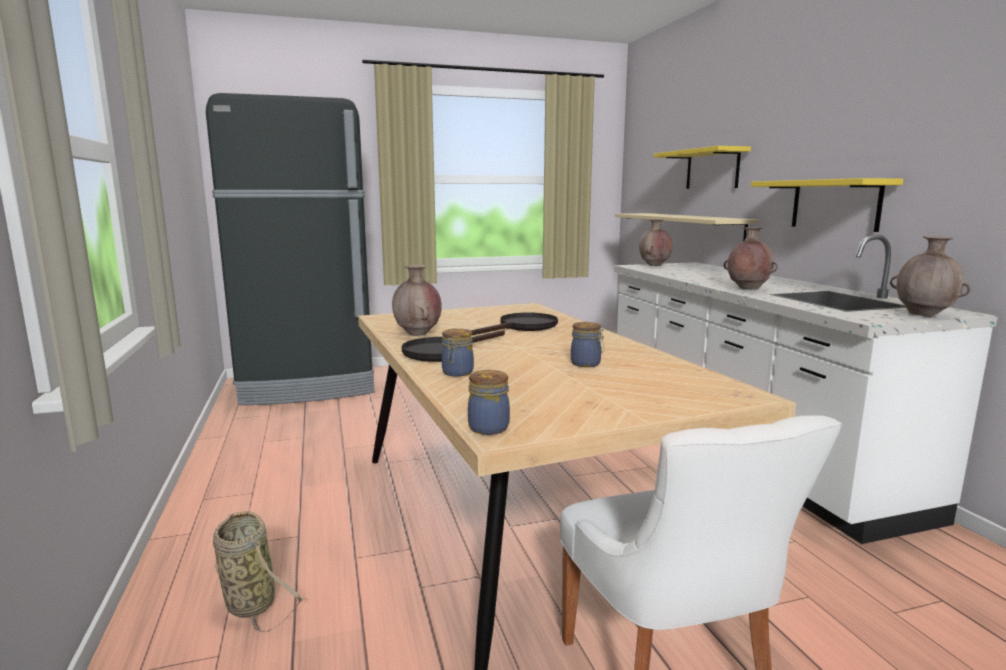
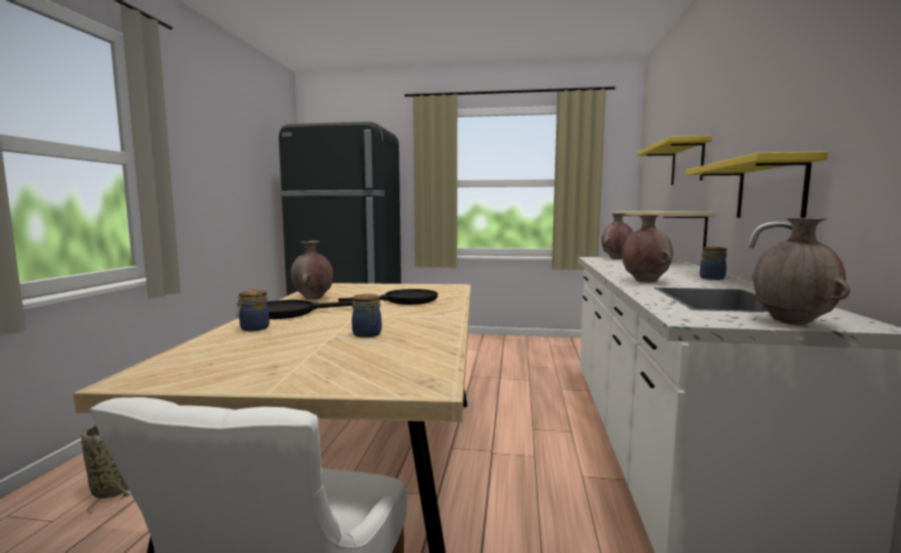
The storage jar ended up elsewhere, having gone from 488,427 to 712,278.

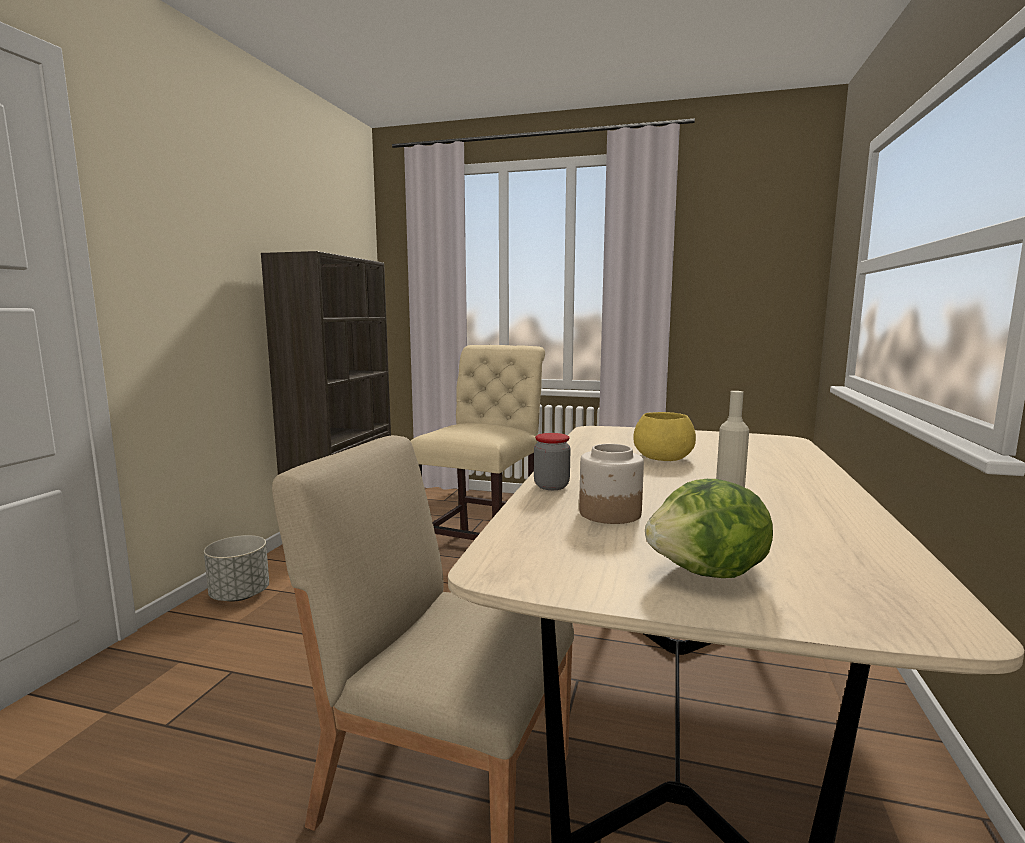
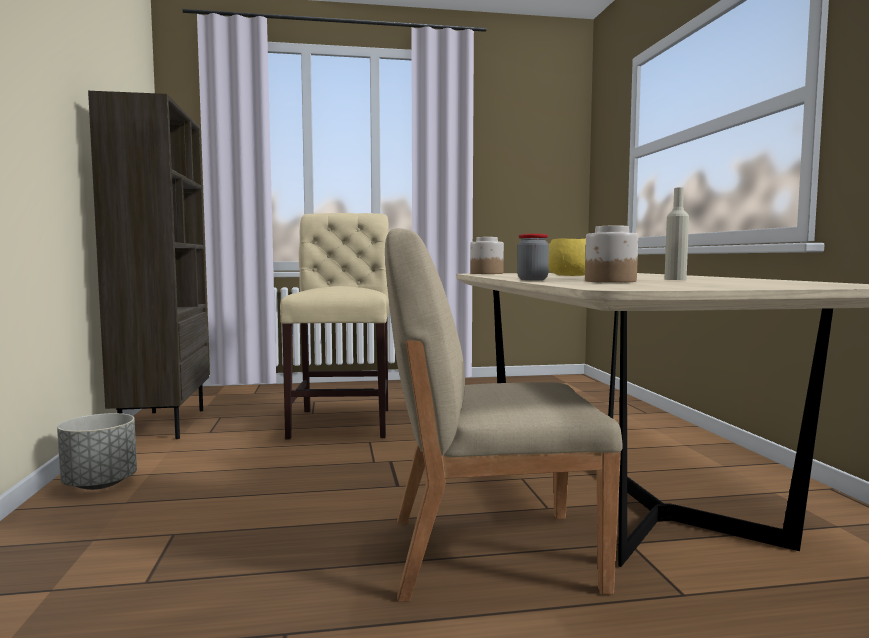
The second view gained the storage jar at 486,273. The second view lost the lettuce head at 709,574.

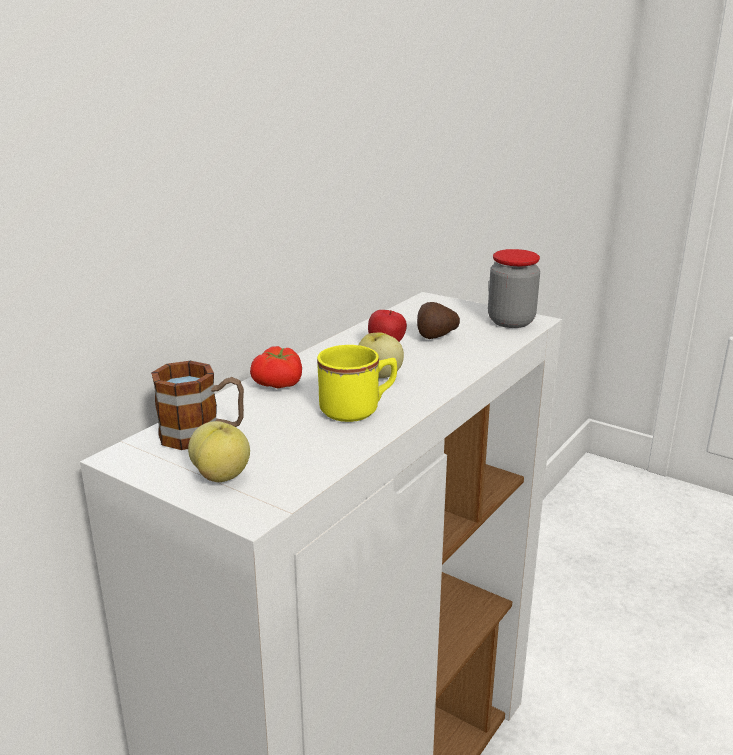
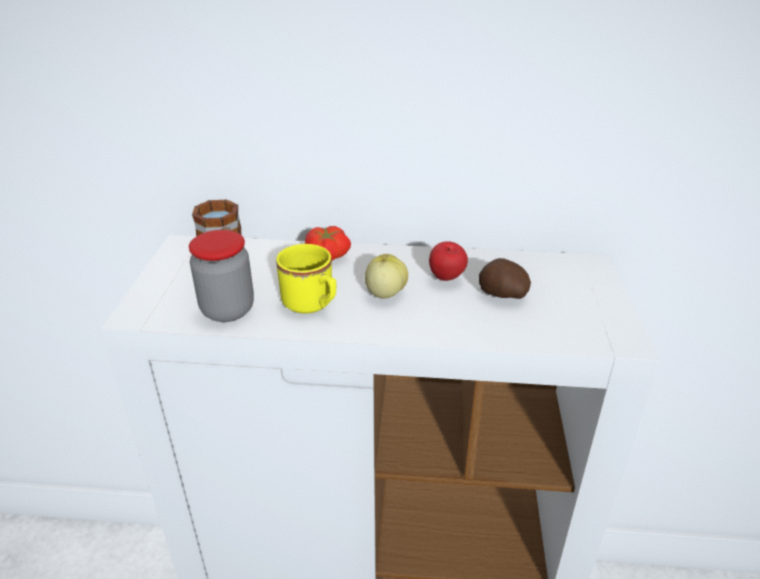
The storage jar ended up elsewhere, having gone from 511,321 to 227,310. The second view lost the apple fruit at 221,476.

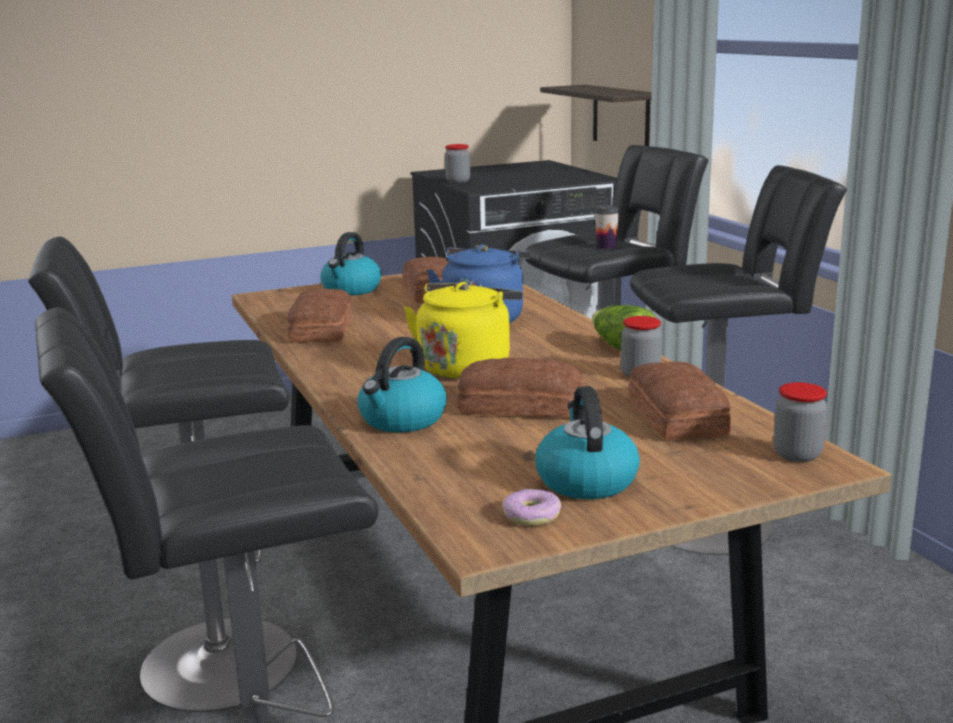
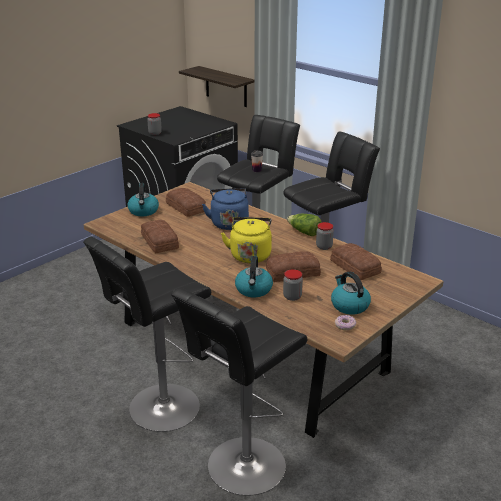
The storage jar ended up elsewhere, having gone from 797,454 to 292,296.

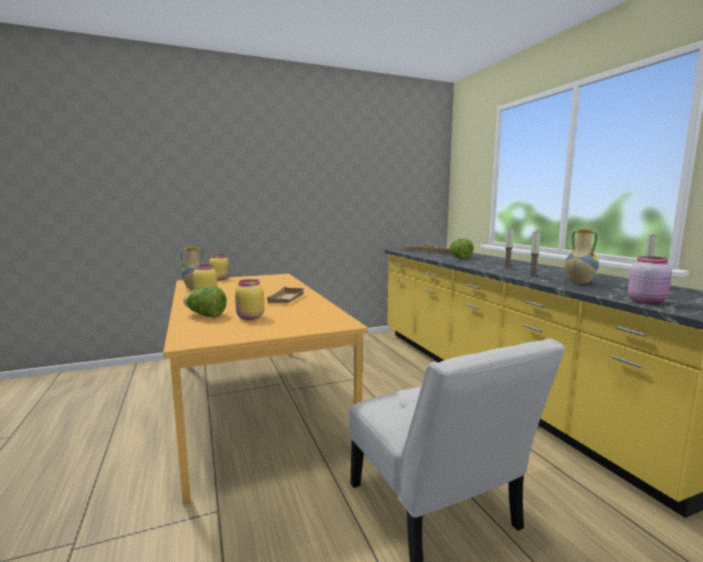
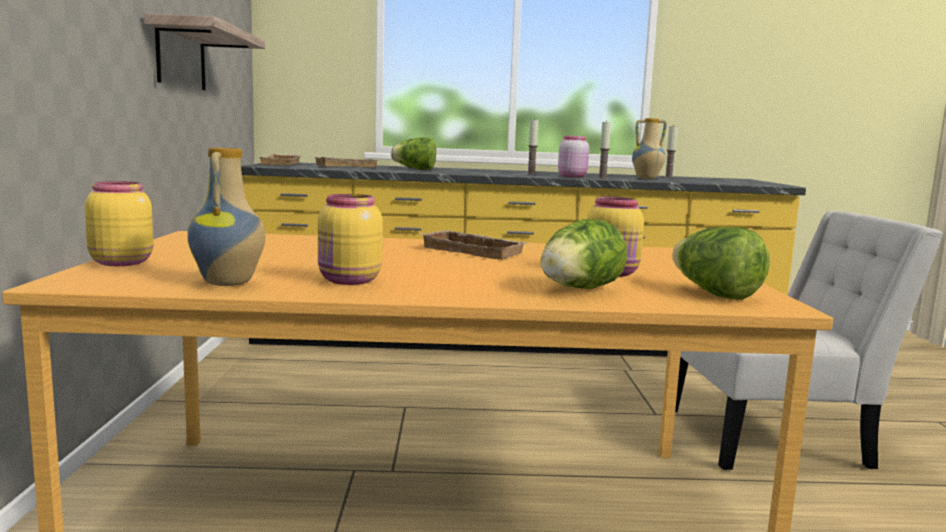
The second view gained the bracket shelf at 181,57. The pink storage jar ended up elsewhere, having gone from 647,301 to 572,176. The second view gained the lettuce head at 714,294.

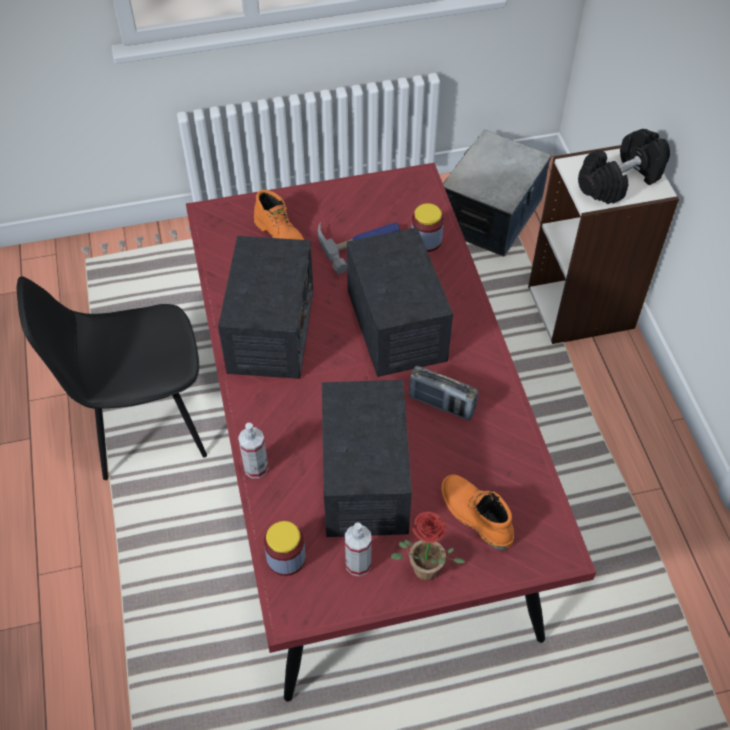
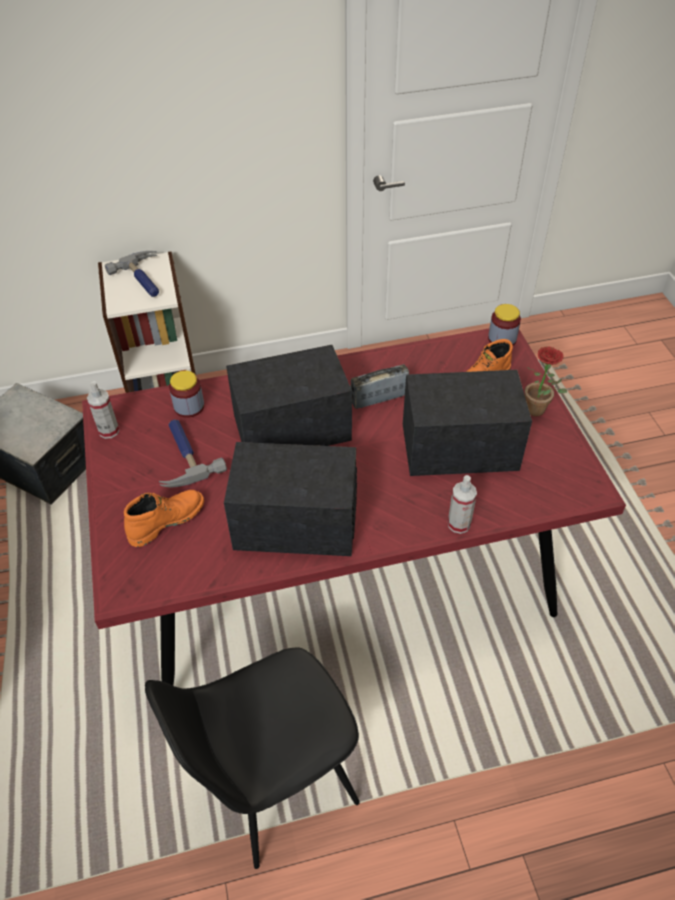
The sprayer ended up elsewhere, having gone from 358,564 to 109,431. Where the black dumbbell stood at 620,181, the hammer came to stand at 144,279. The black upright chair at 142,422 ended up facing another way, 75 degrees clockwise from before. The radio set at 441,404 ended up facing another way, 135 degrees counterclockwise from before. The storage jar ended up elsewhere, having gone from 286,558 to 502,339.

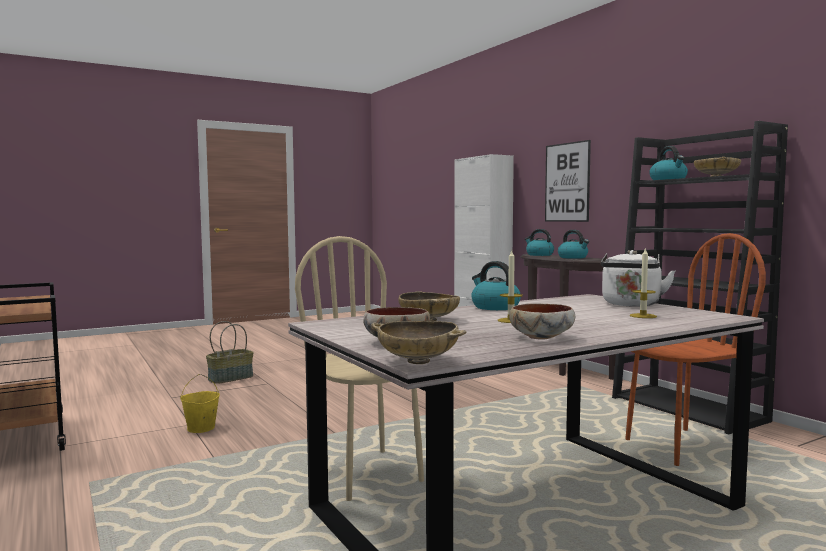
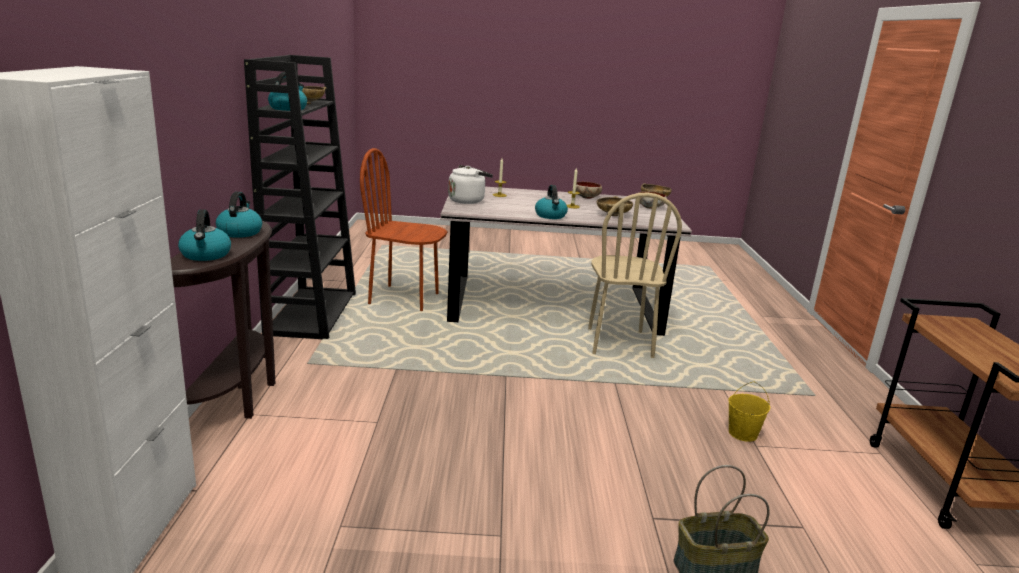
The second view lost the wall art at 567,182.

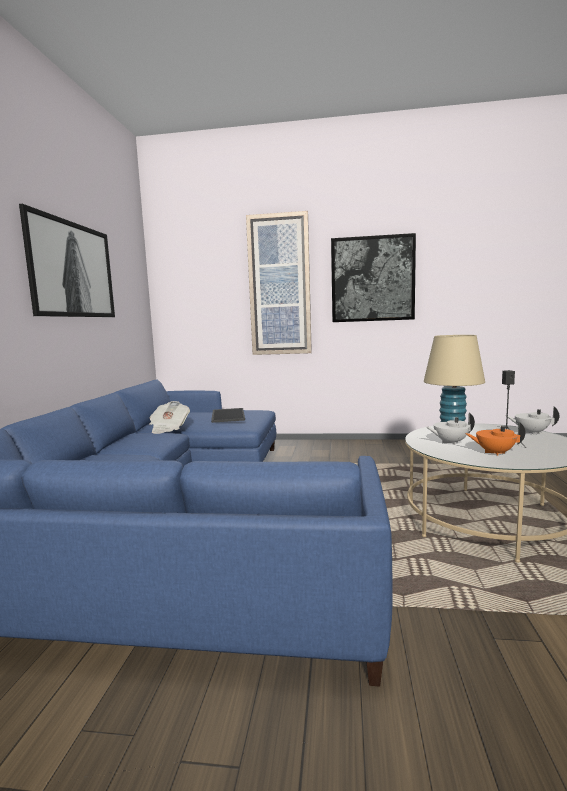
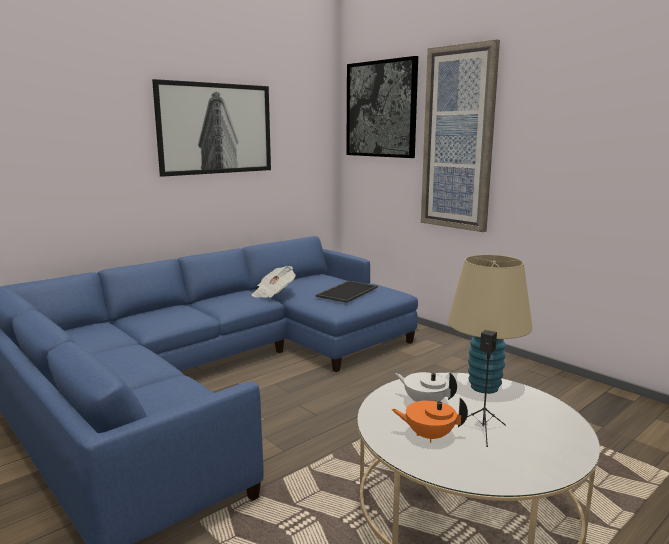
The wall art ended up elsewhere, having gone from 372,279 to 381,109. The orange tea pot at 494,453 ended up facing another way, 45 degrees counterclockwise from before. The second view lost the white tea pot at 531,432.

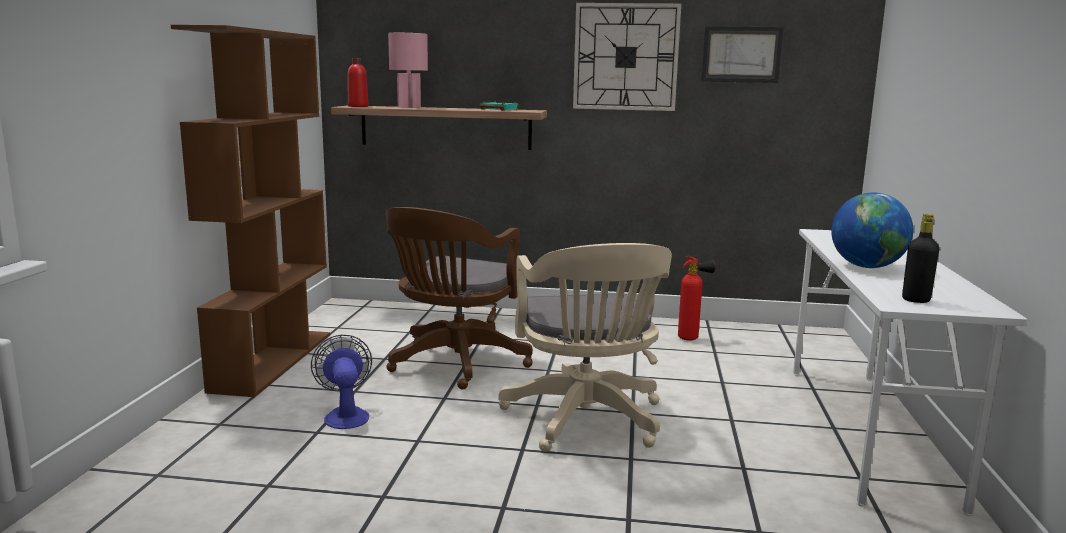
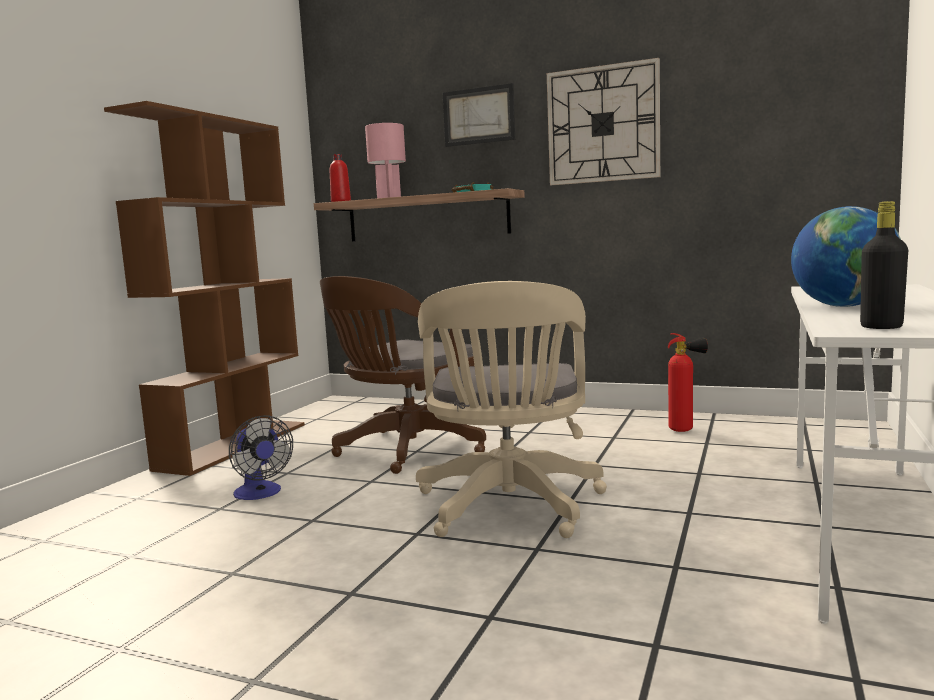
The electric fan at 345,415 ended up facing another way, 150 degrees clockwise from before. The wall art ended up elsewhere, having gone from 741,54 to 479,116.

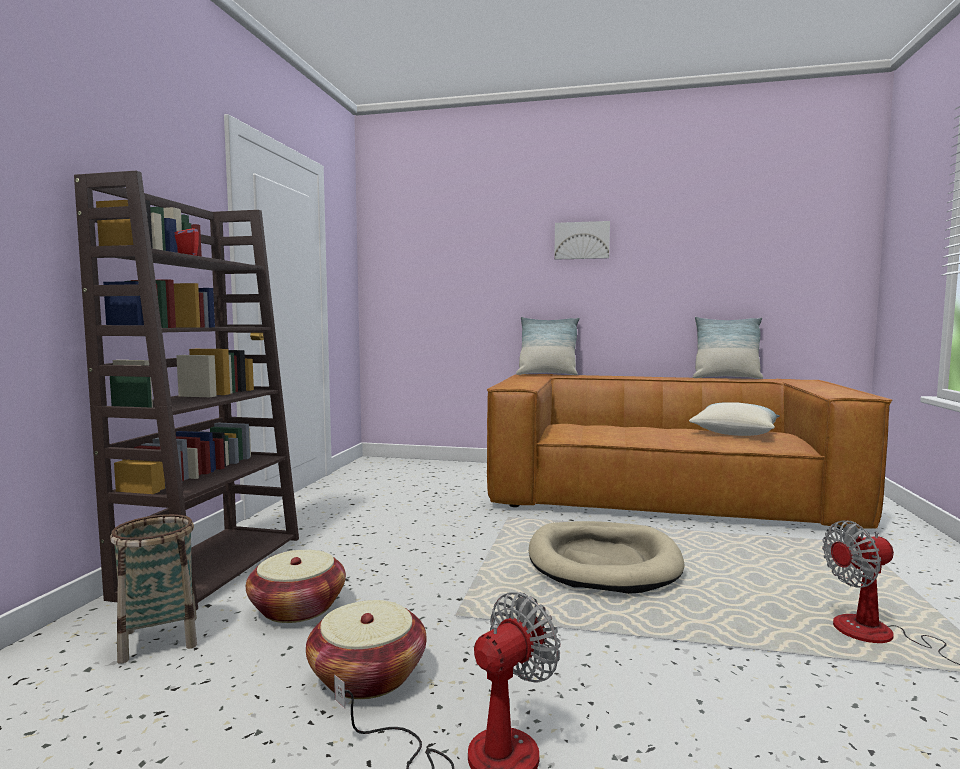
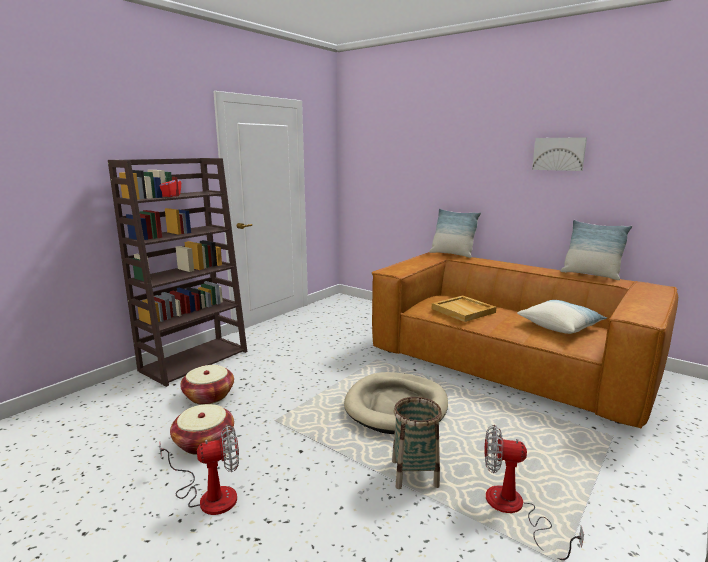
The storage basket ended up elsewhere, having gone from 159,639 to 415,474. The second view gained the beige tray at 464,310. The wall art ended up elsewhere, having gone from 582,240 to 559,154.

